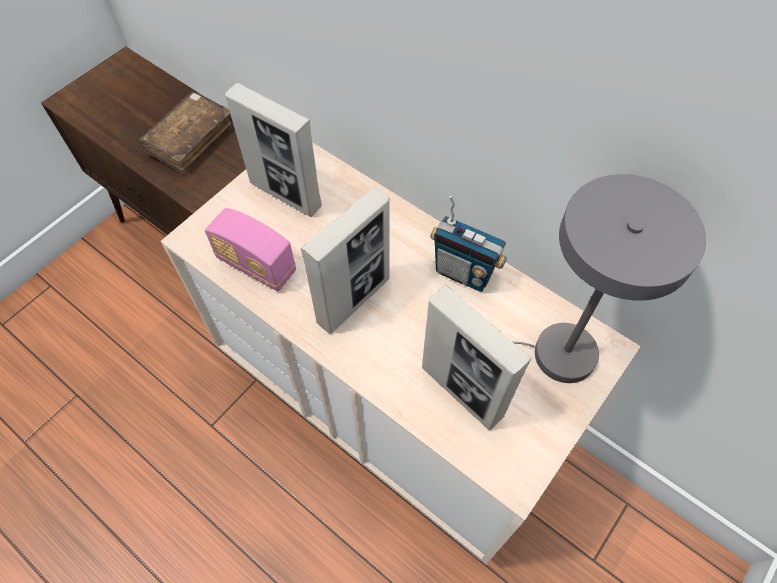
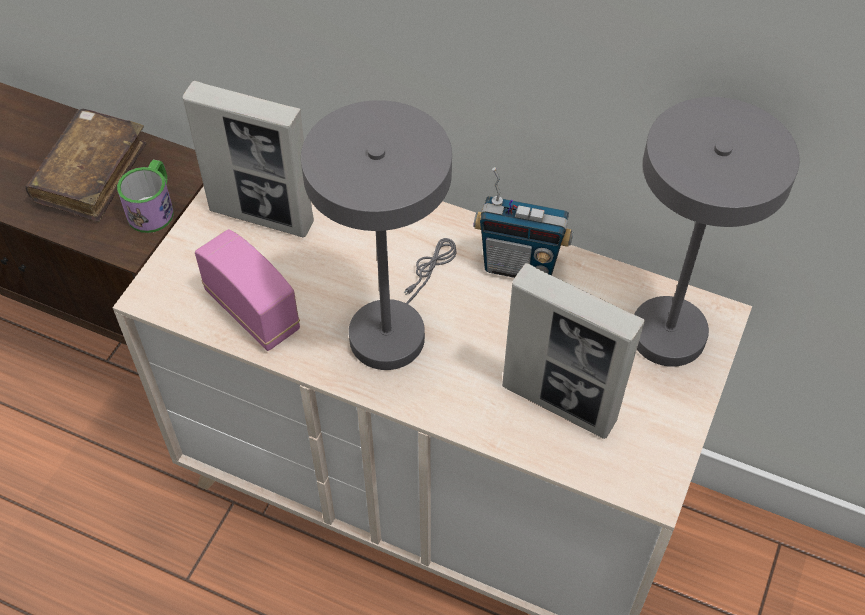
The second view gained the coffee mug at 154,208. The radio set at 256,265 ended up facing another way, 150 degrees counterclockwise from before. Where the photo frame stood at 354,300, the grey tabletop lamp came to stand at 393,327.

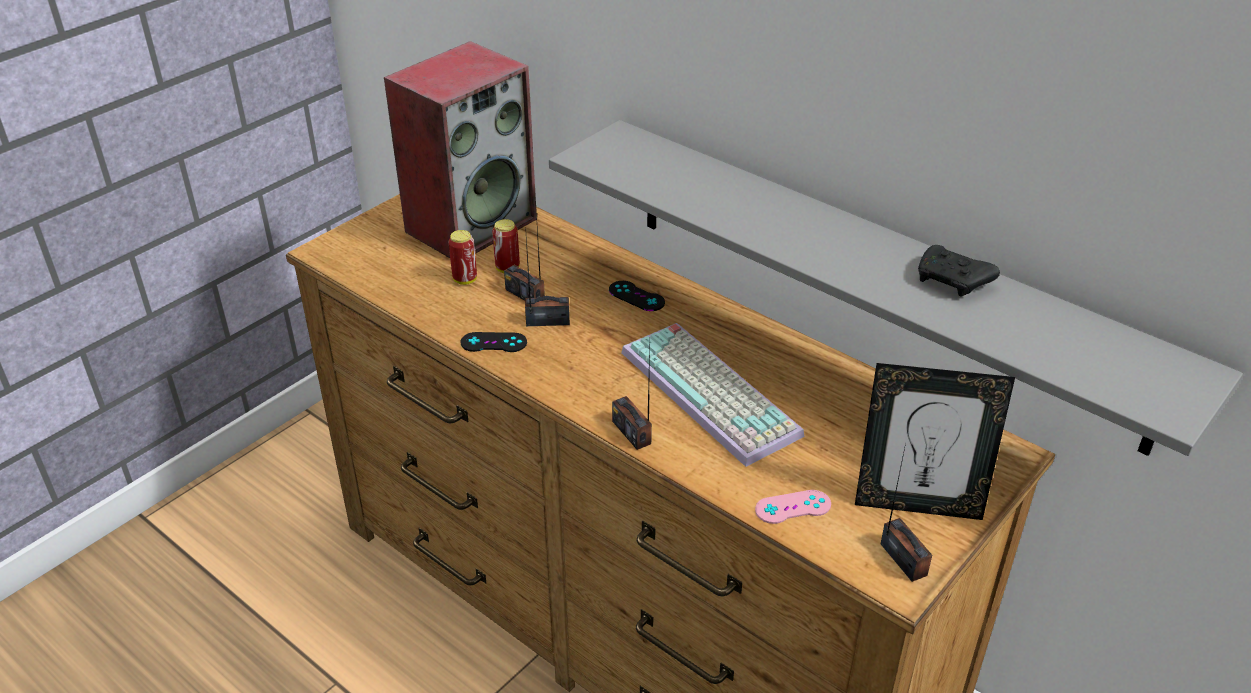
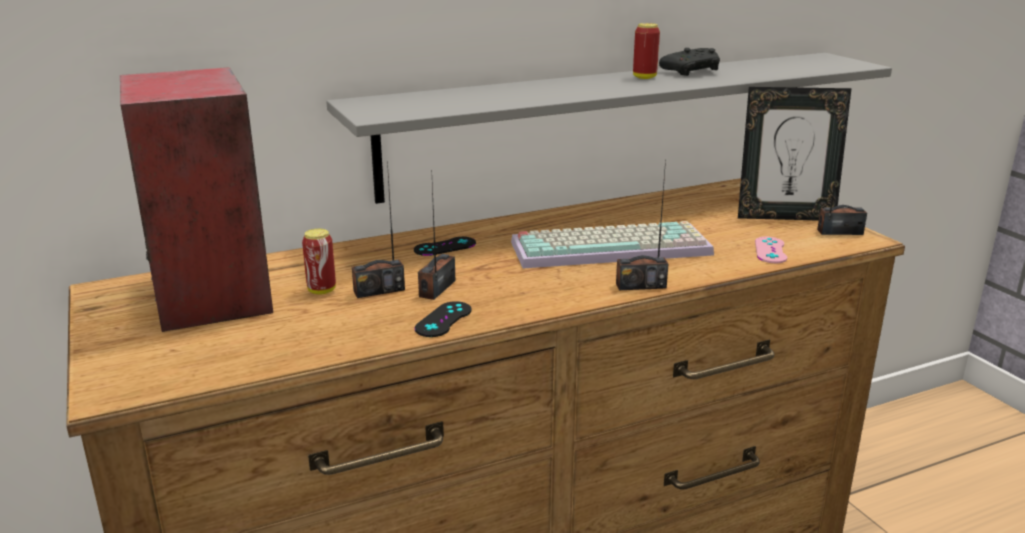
The can ended up elsewhere, having gone from 465,280 to 644,77. The photo frame at 917,504 ended up facing another way, 60 degrees clockwise from before.

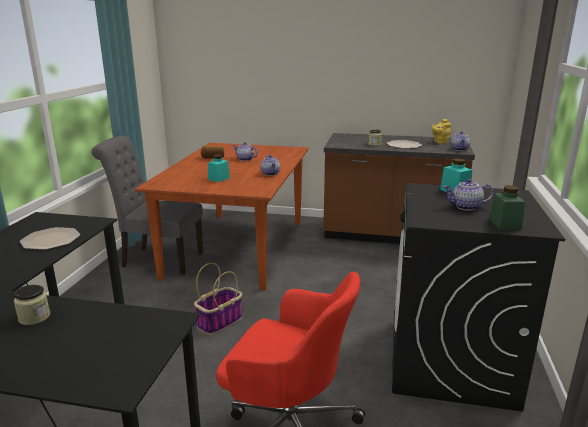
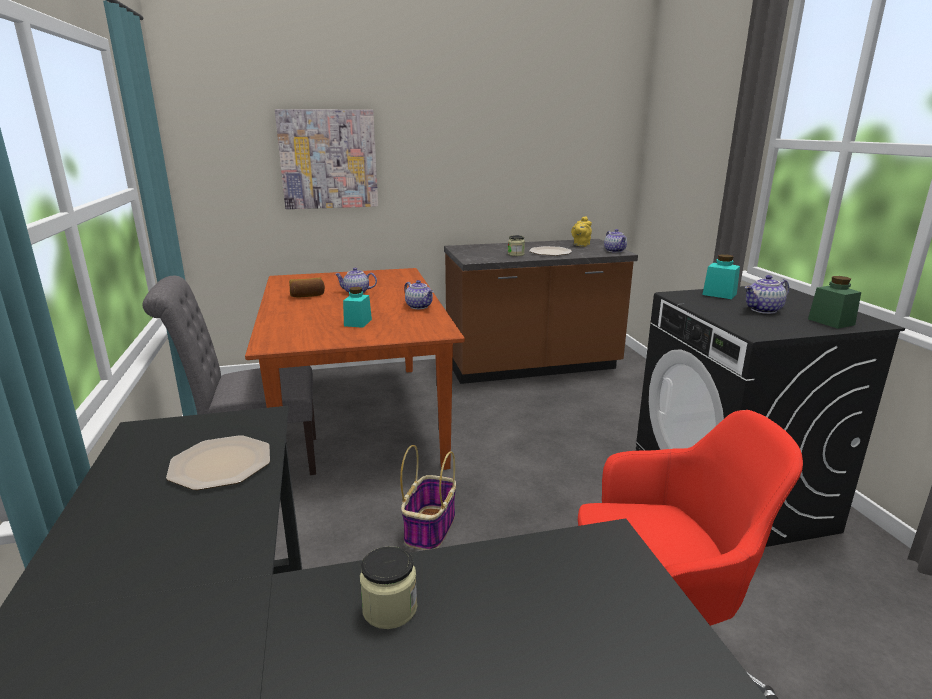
The second view gained the wall art at 328,159.

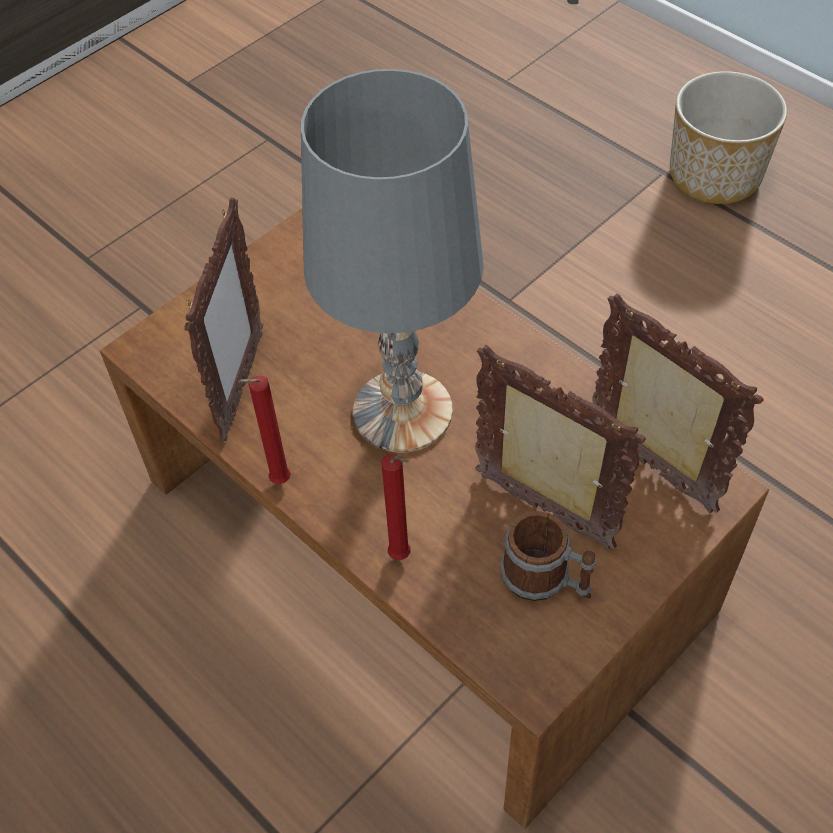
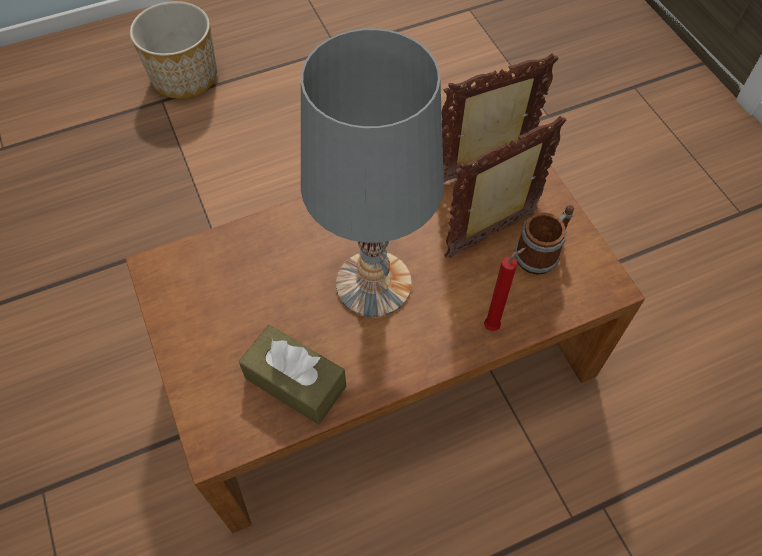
Where the photo frame stood at 242,386, the brownish box of tissues came to stand at 295,382. The second view lost the reddish candle at 277,482.

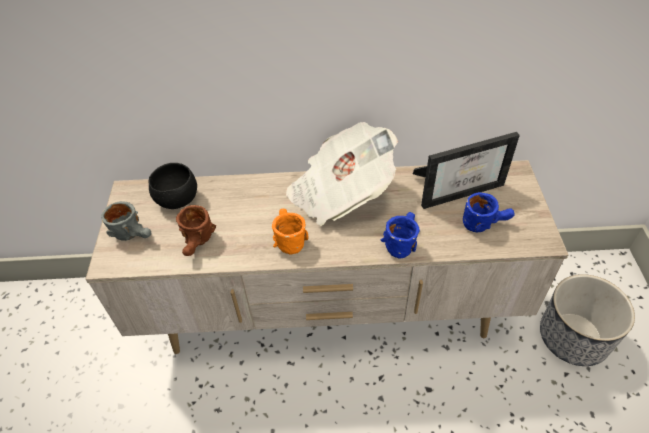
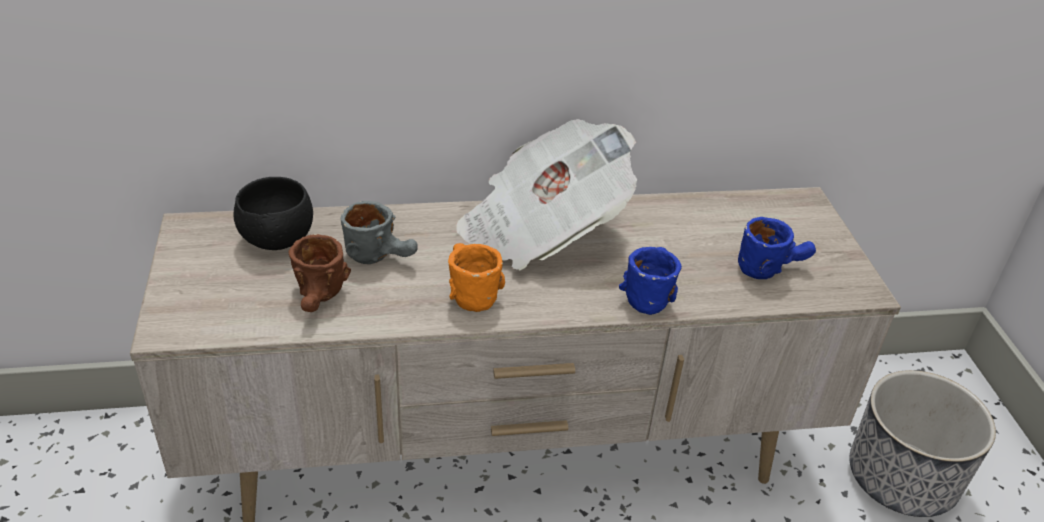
The grey coffee mug ended up elsewhere, having gone from 135,234 to 383,256. The second view lost the photo frame at 460,188.

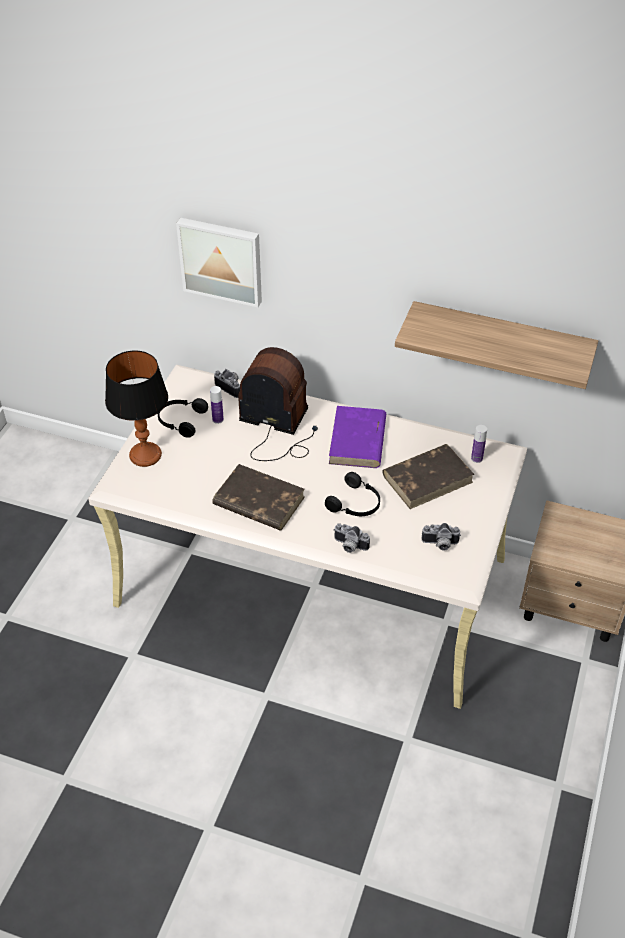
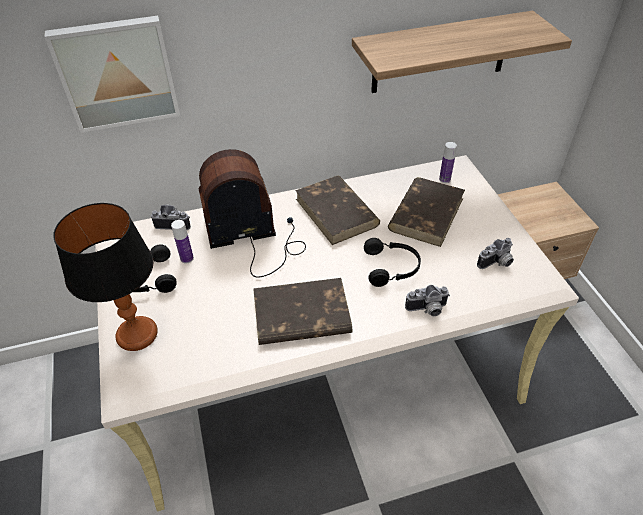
What was the purple-coloured volume at 357,441 turned into the brownish volume at 337,213.

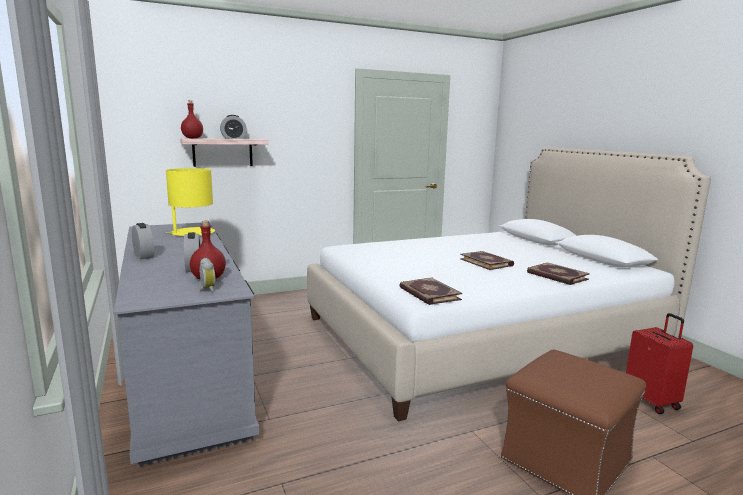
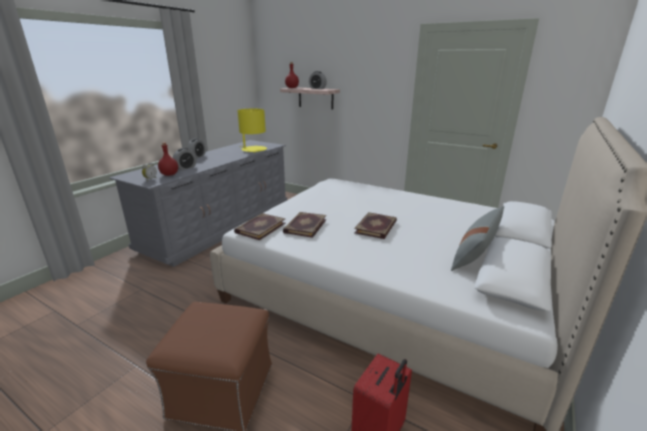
The volume ended up elsewhere, having gone from 557,276 to 304,226. The second view gained the grey pillow at 475,253.

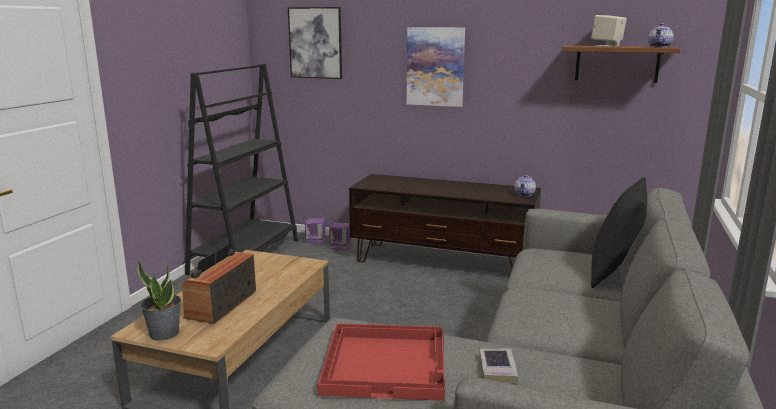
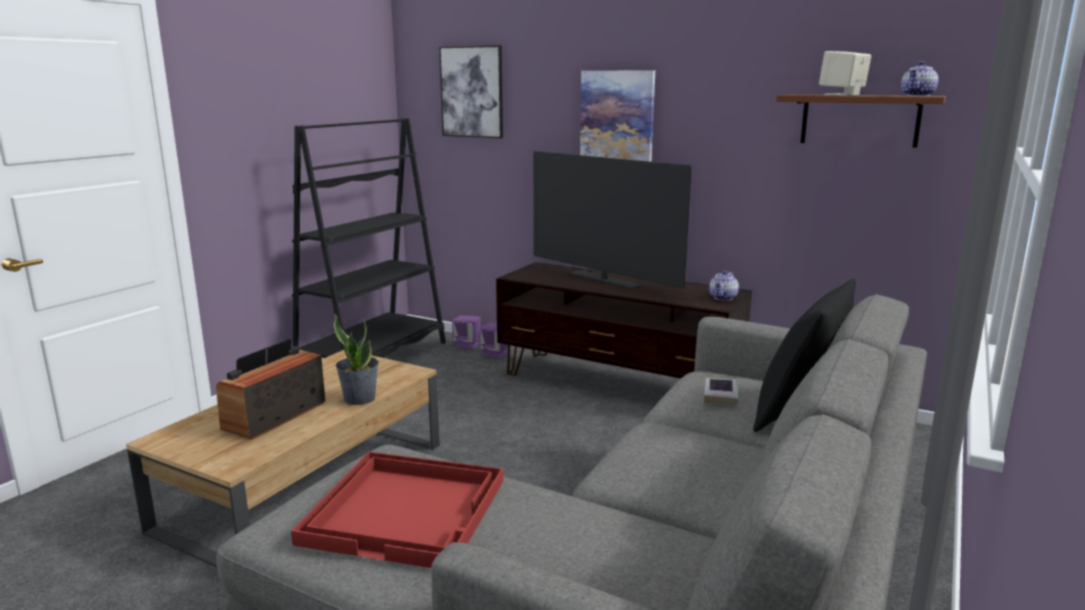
The potted plant ended up elsewhere, having gone from 164,333 to 359,398. The second view gained the TV at 603,279. The volume ended up elsewhere, having gone from 497,369 to 721,395.

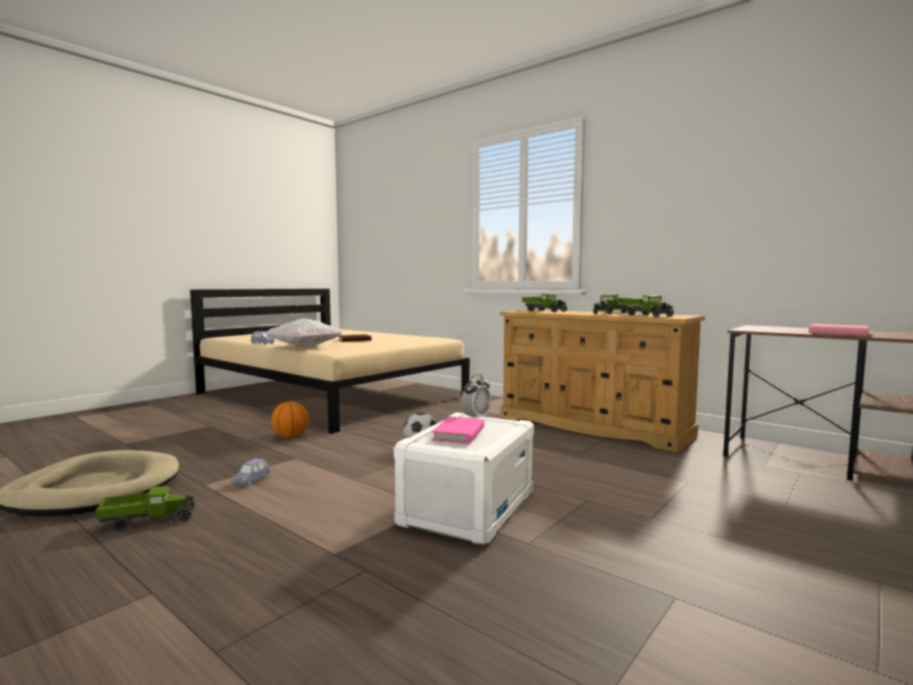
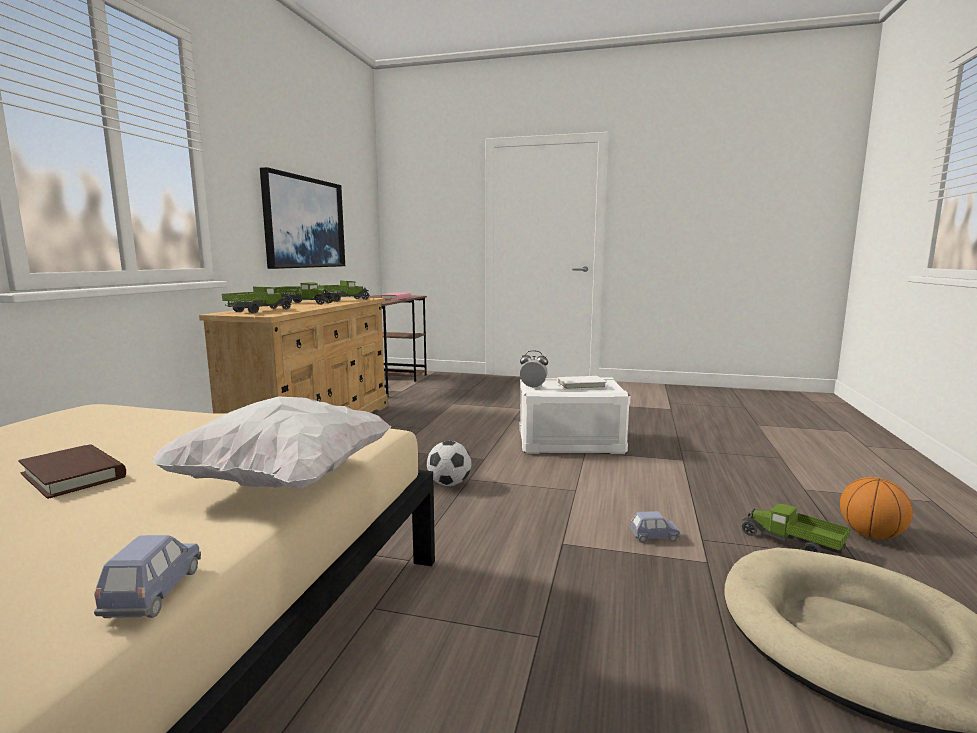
The second view gained the wall art at 304,223. What was the pink volume at 459,434 turned into the white volume at 581,385. The ball for basketball ended up elsewhere, having gone from 290,437 to 871,535.

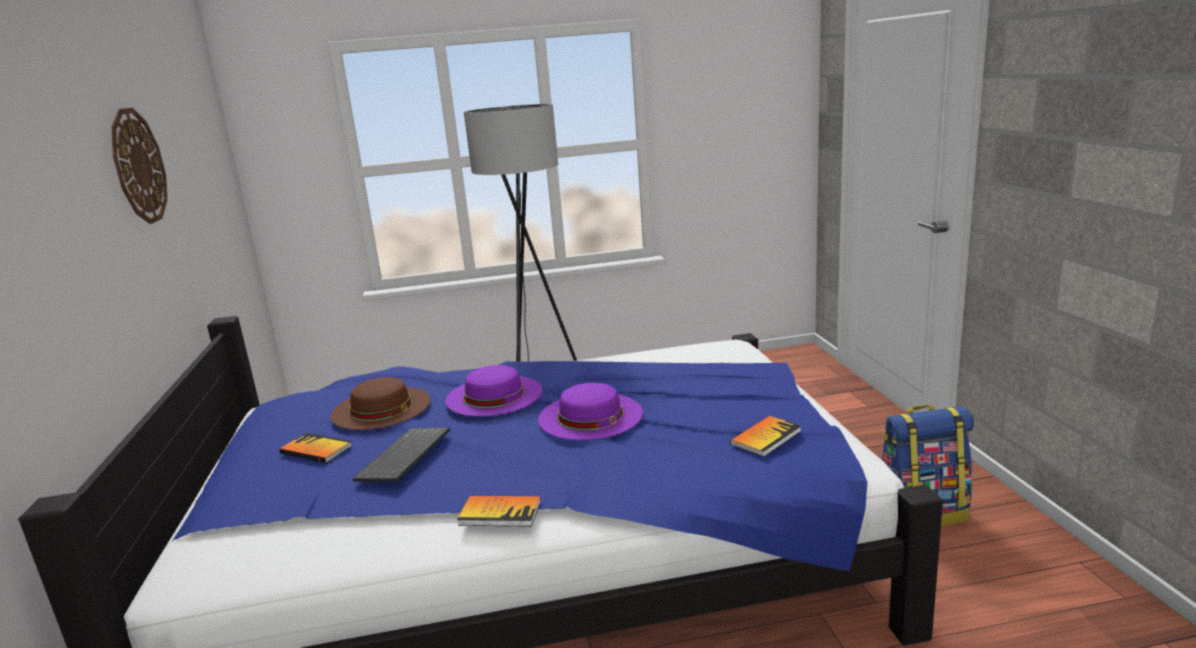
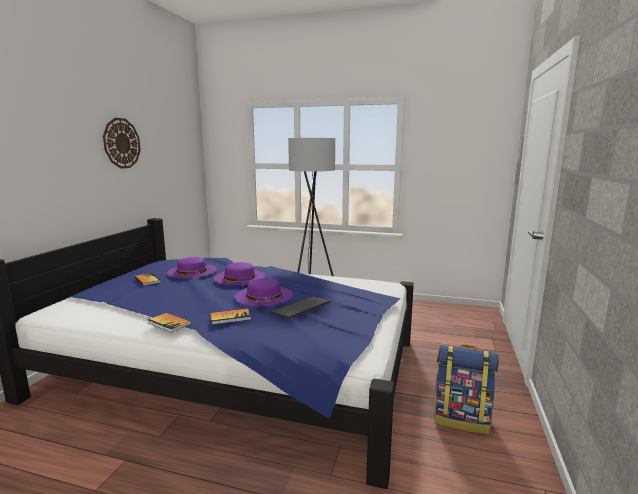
What was the brownish wearable hat at 381,407 turned into the purple-coloured wearable hat at 192,271. The volume ended up elsewhere, having gone from 766,437 to 230,317. The PC keyboard ended up elsewhere, having gone from 405,457 to 301,309.

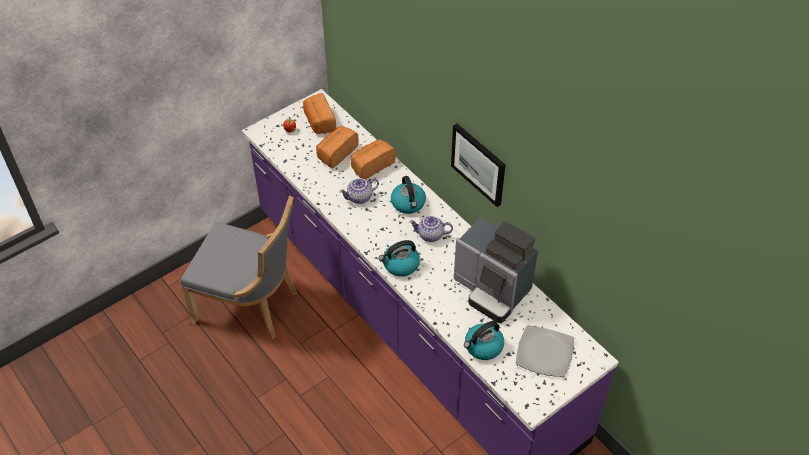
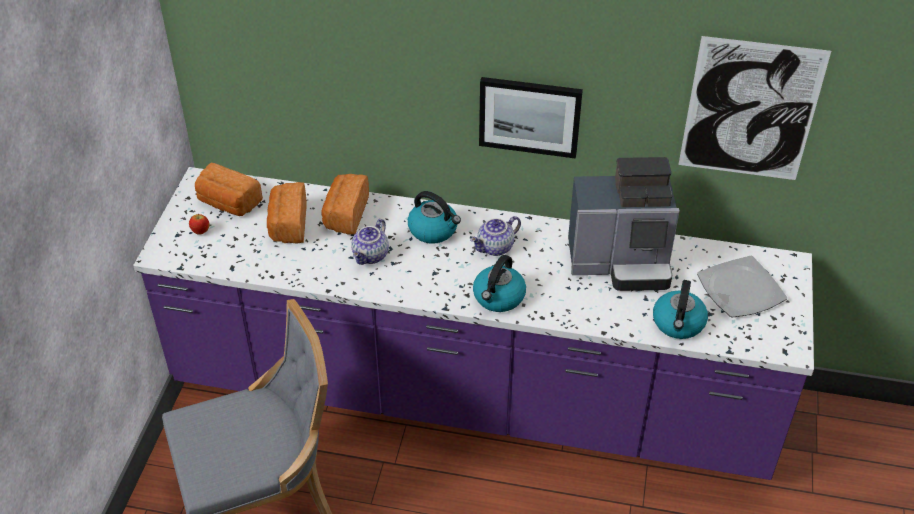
The second view gained the wall art at 750,110.

